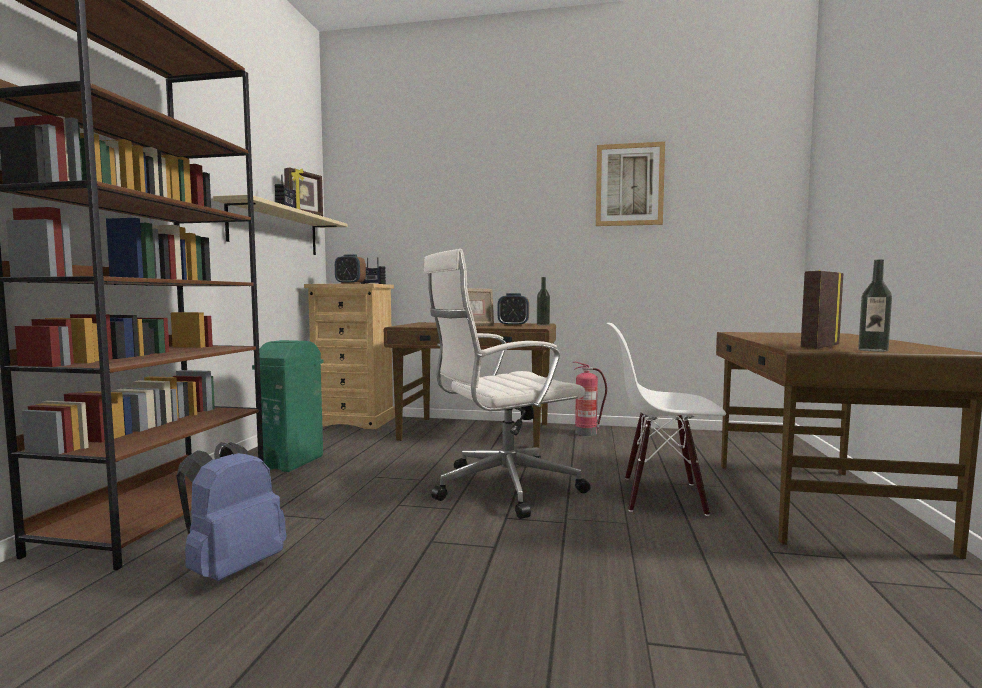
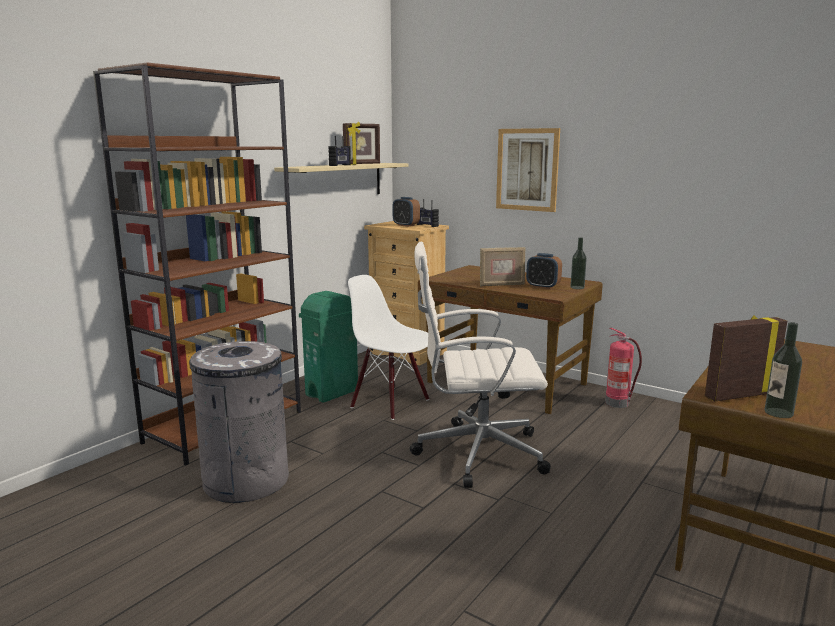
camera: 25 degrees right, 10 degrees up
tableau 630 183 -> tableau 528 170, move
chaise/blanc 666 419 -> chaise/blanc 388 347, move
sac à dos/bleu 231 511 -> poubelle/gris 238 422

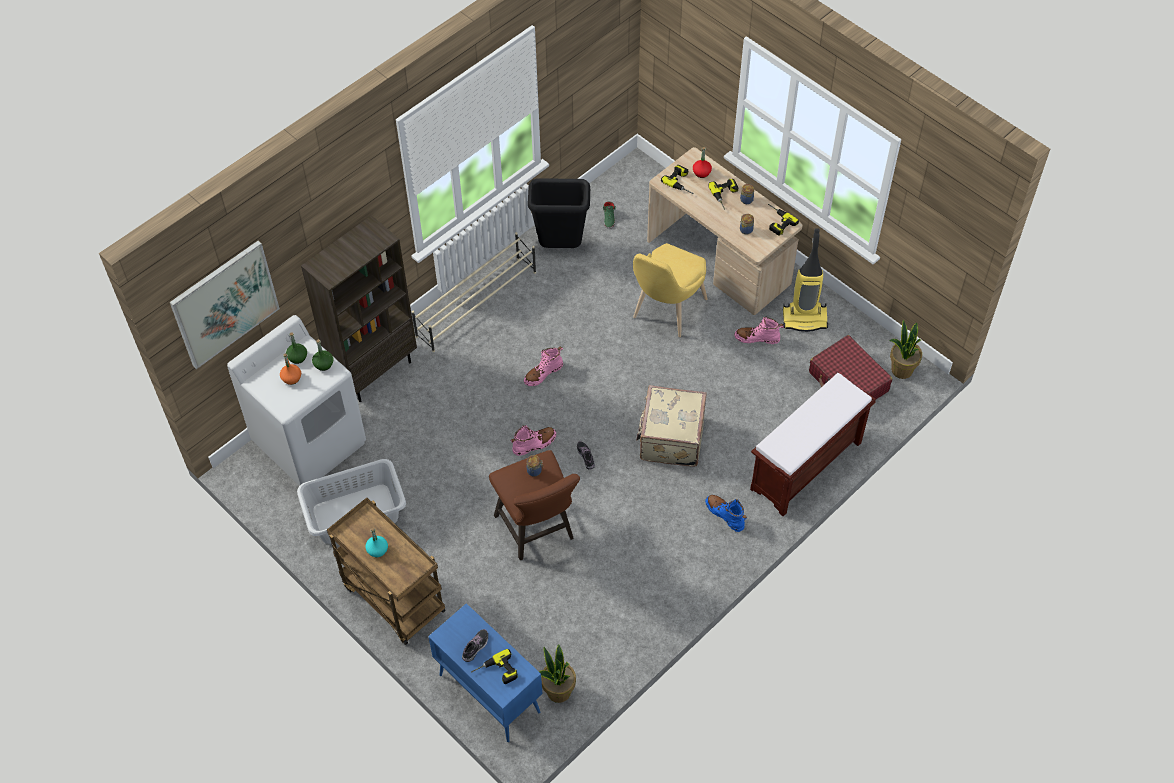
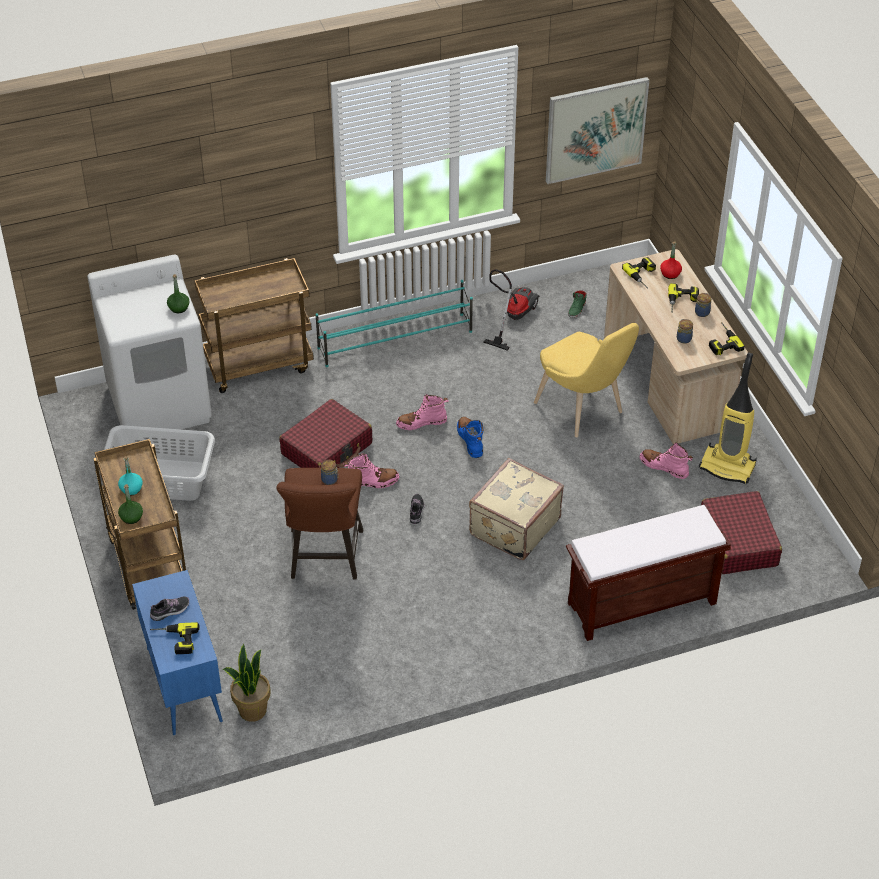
camera: 25 degrees right, 10 degrees down
poubelle/noir 559 213 -> aspirateur 511 310
bibliothèque/marron 359 308 -> chariot/marron 254 325
étagère à chaussures/beige 474 292 -> étagère à chaussures/turquoise 394 323
tableau 225 305 -> tableau 597 130, move
chaise/jaune 670 290 -> chaise/jaune 586 380, 90 degrees counterclockwise
plante en pot 905 349 -> none
bouteille/vert 296 348 -> bouteille/vert 130 504, move
bouteille/orange 290 369 -> none
botte/bleu 726 513 -> botte/bleu 470 437, move
none -> valise/rouge 325 433

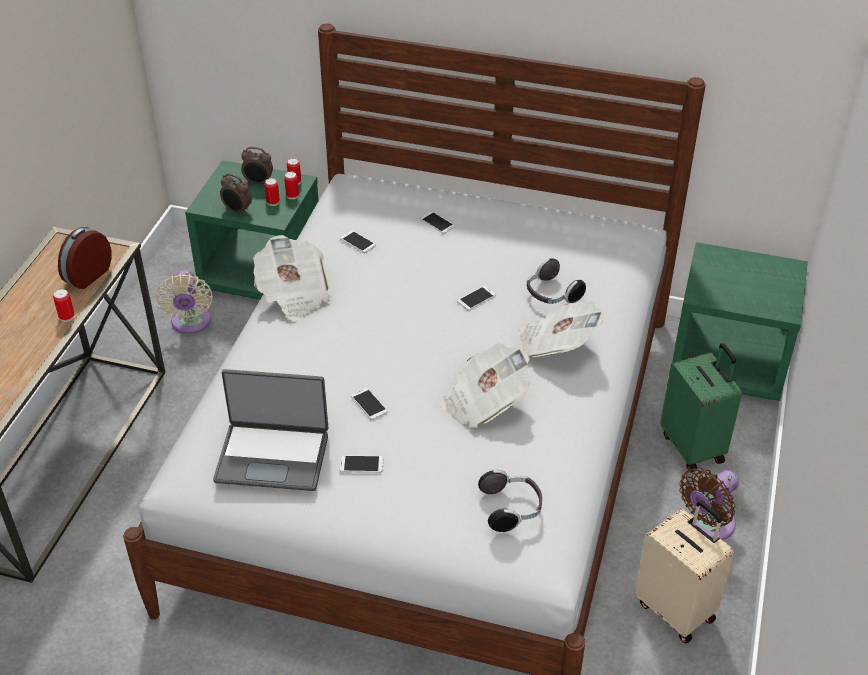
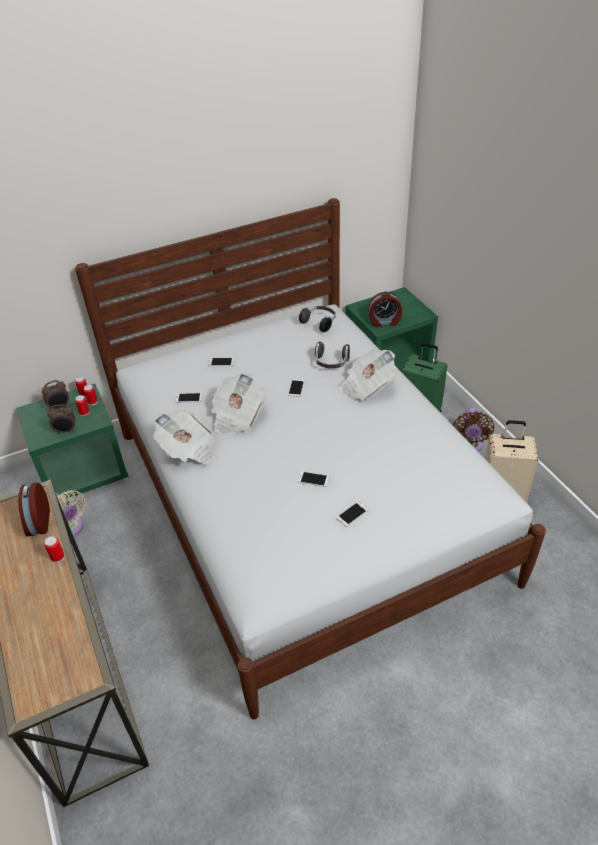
camera: 40 degrees left, 0 degrees up
journal 485 385 -> journal 238 403, move
ordinateur portable 270 430 -> none
casque audio 510 501 -> casque audio 317 319, move
none -> réveil 385 309

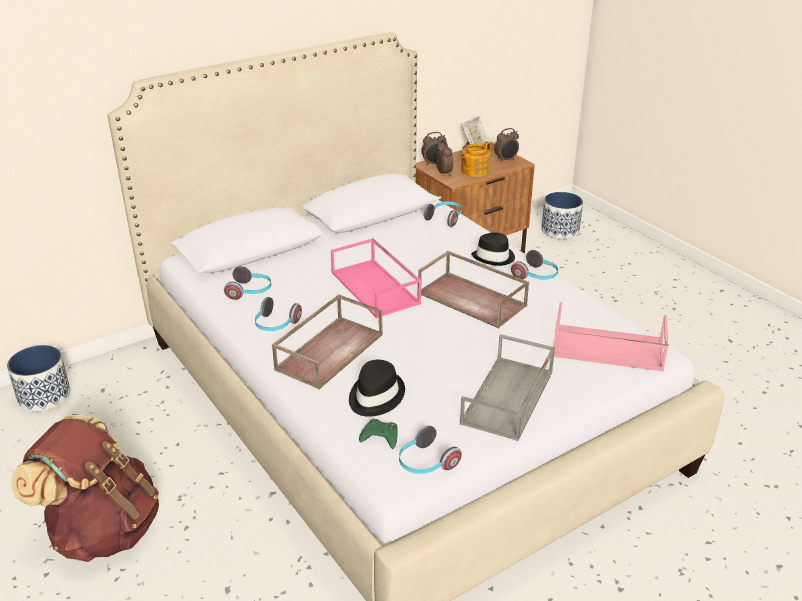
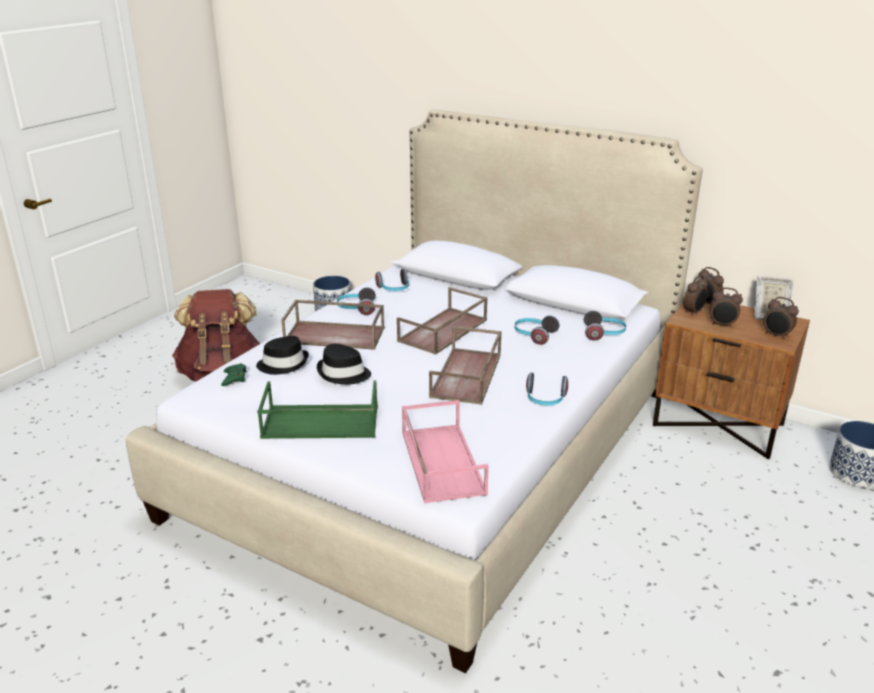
camera: 65 degrees right, 5 degrees down
théière 476 159 -> réveil 726 307
chapeau/noir 493 249 -> chapeau/noir 344 364, move
plateau/rose 376 278 -> plateau/marron 442 321
plateau/gris 507 387 -> plateau/vert 317 410
casque audio 430 450 -> casque audio 536 330, move

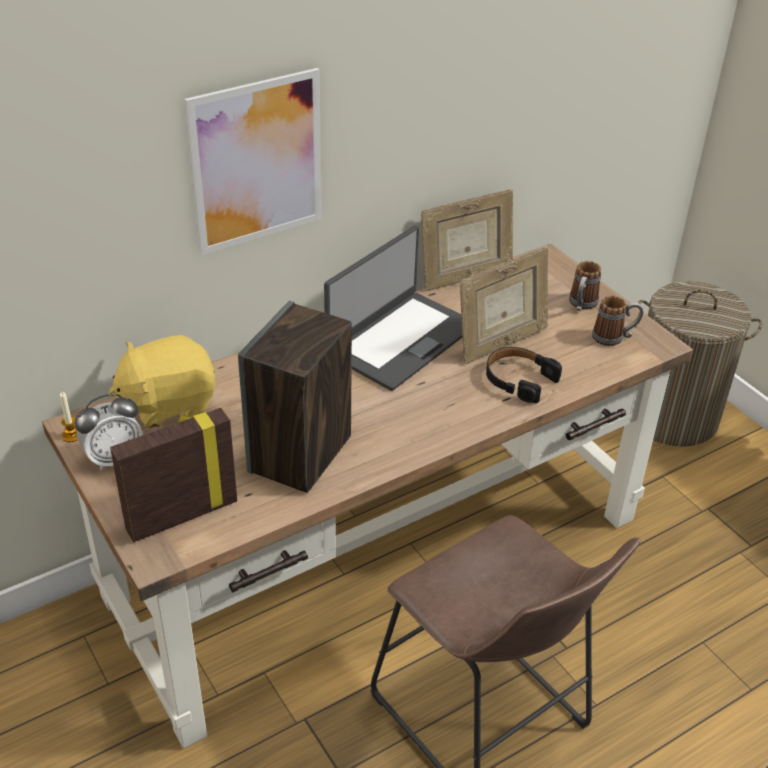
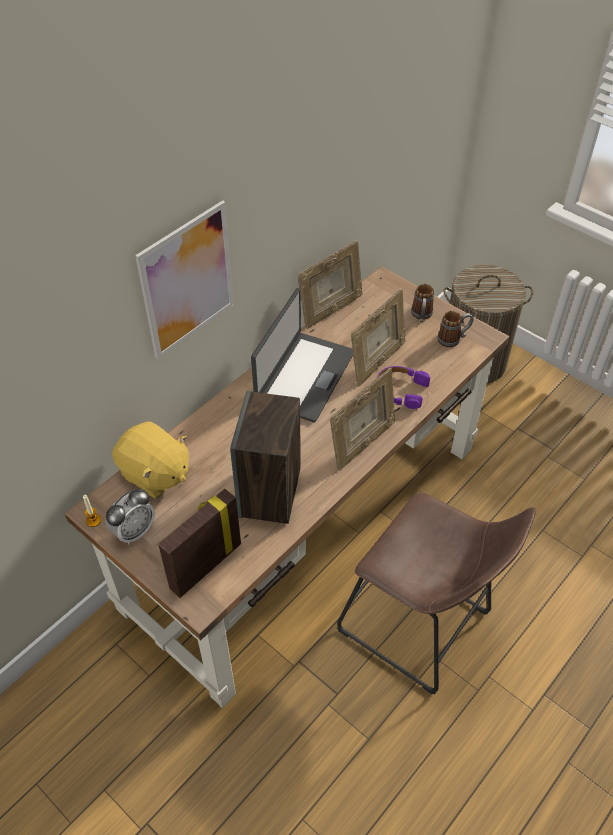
camera: 15 degrees left, 10 degrees up
peluche/jaune 162 382 -> peluche/jaune 150 459, 105 degrees counterclockwise
casque audio/noir 524 375 -> casque audio/violet 403 387
none -> cadre photo 362 419

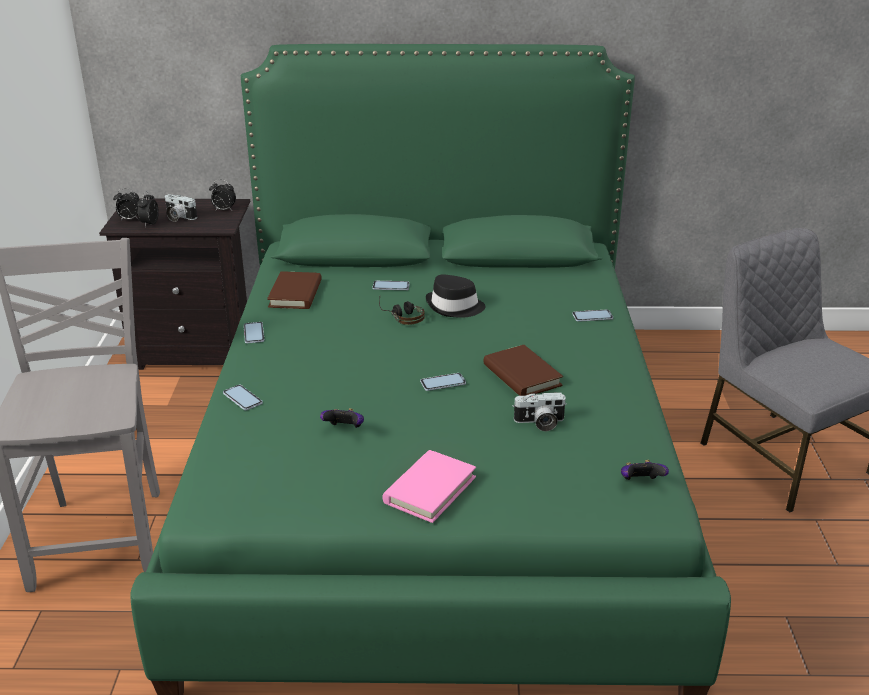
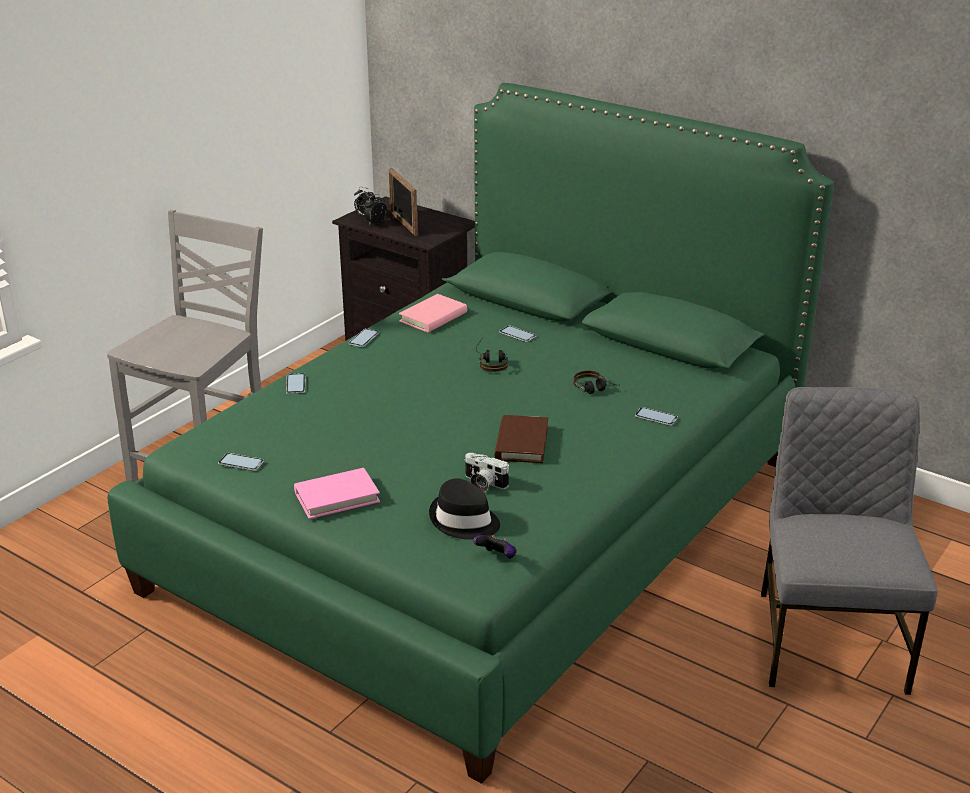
camera: 35 degrees right, 0 degrees up
réveil 222 195 -> none
appareil photo 181 208 -> cadre photo 403 202
livre/marron 294 290 -> livre/rose 433 313
chapeau/noir 455 296 -> chapeau/noir 464 509, move
téléphone 443 382 -> téléphone 241 462, move
manette 342 418 -> none
none -> casque audio 596 382

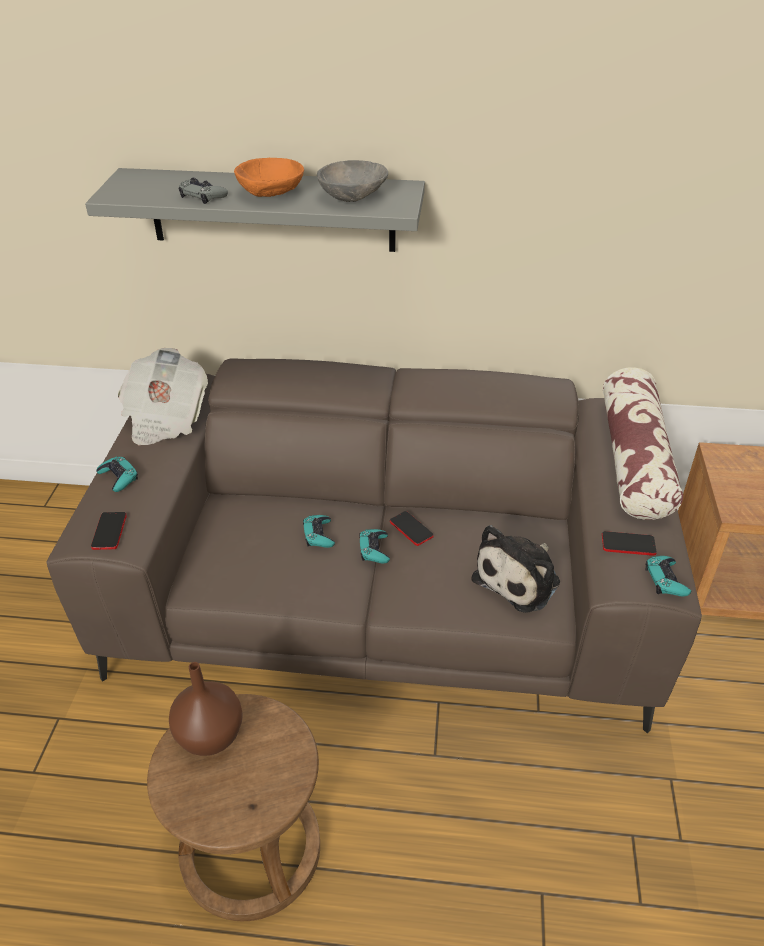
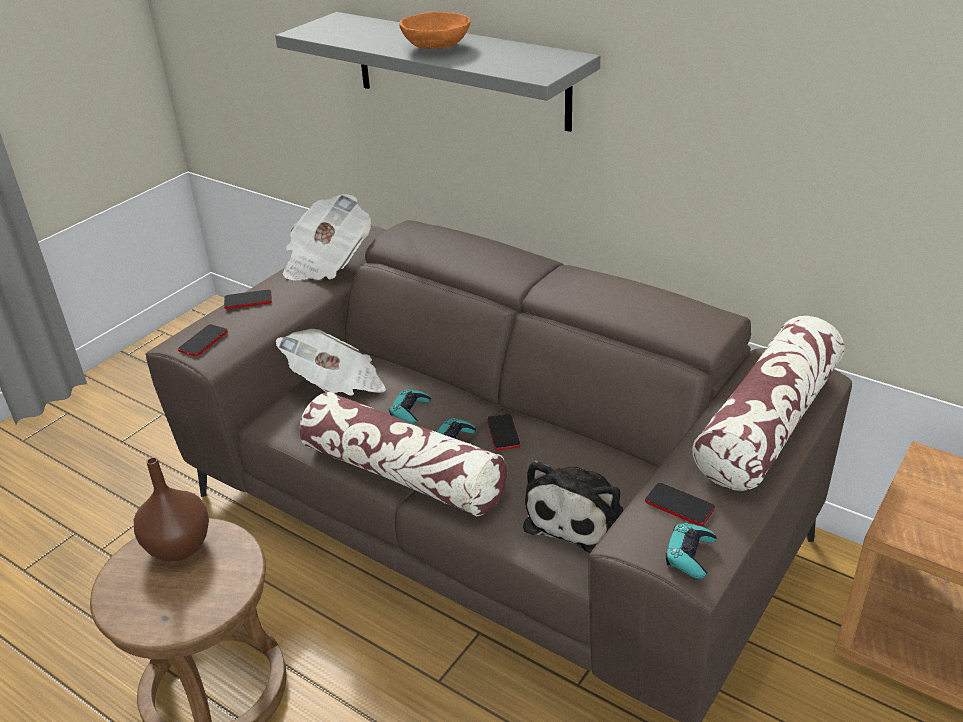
camera: 30 degrees right, 5 degrees down
bol/gris 352 181 -> none
manette/gris 203 190 -> none
manette/turquoise 117 474 -> téléphone 248 299
peluche 516 569 -> peluche 573 506, 45 degrees counterclockwise
none -> journal 331 362
none -> coussin 403 454

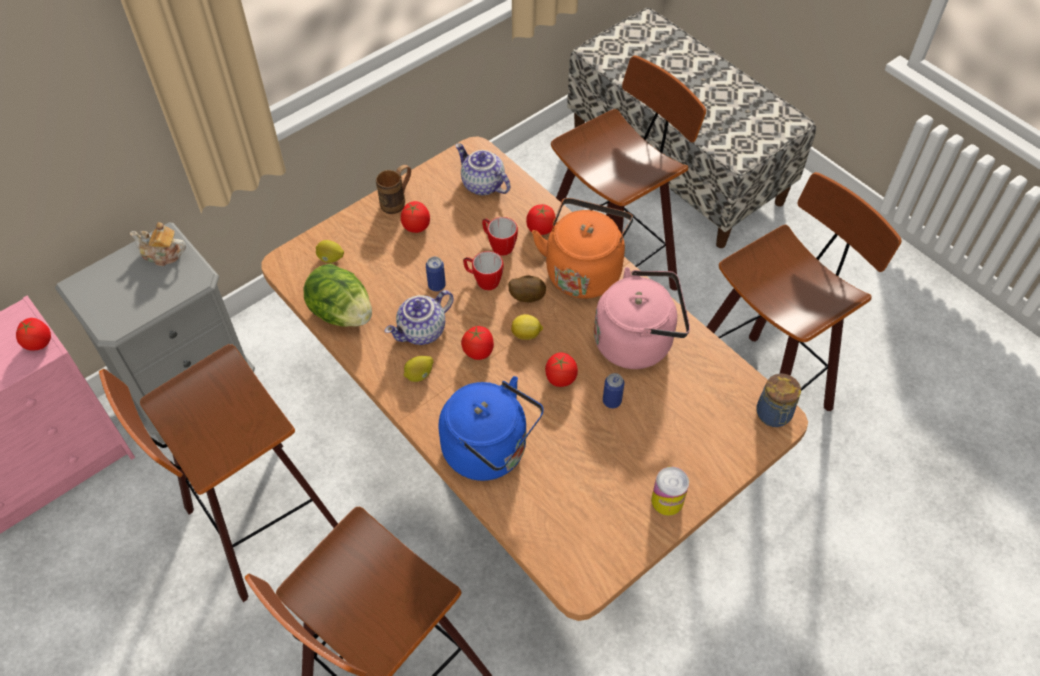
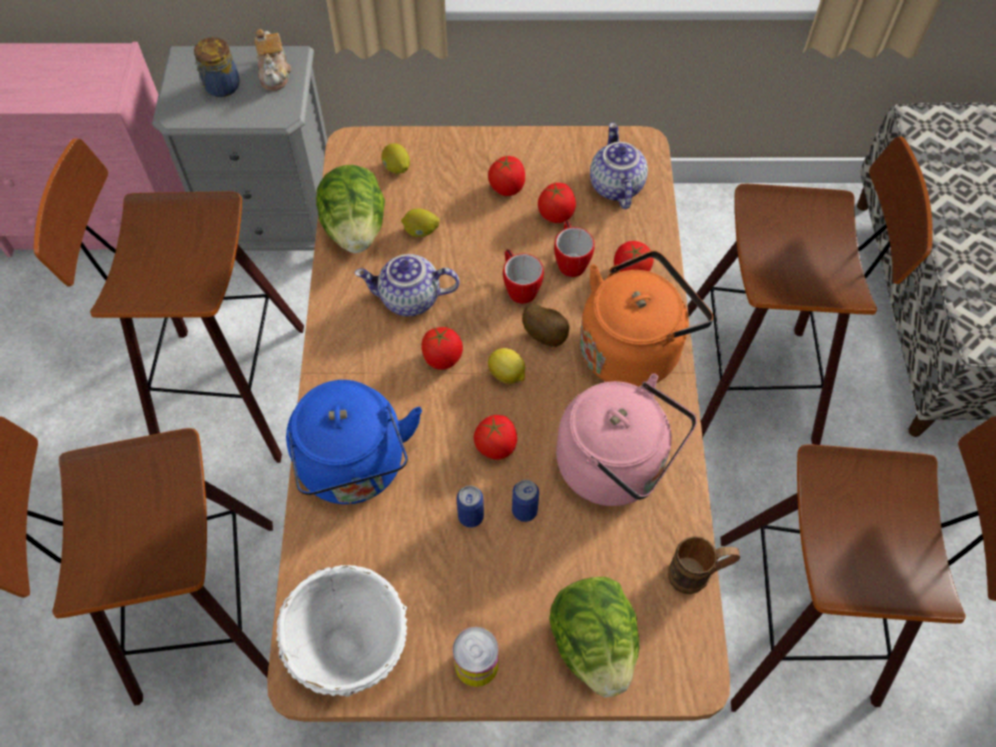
camera: 40 degrees right, 5 degrees up
mug/marron 393 189 -> mug/marron 704 565, move
théière 158 244 -> théière 272 60, 150 degrees counterclockwise
boîte métallique 436 274 -> boîte métallique 470 507, move
tomate 33 334 -> tomate 557 202, move
citron 418 369 -> citron 420 223, move
bocal 778 400 -> bocal 216 67, move
none -> bol/blanc 341 631
none -> laitue 594 637

